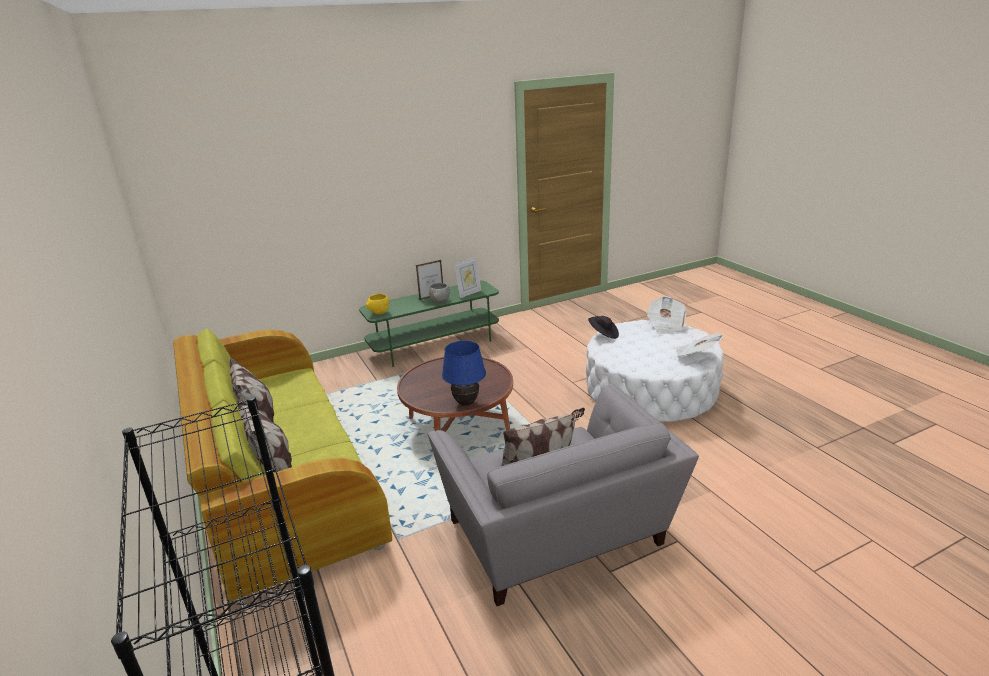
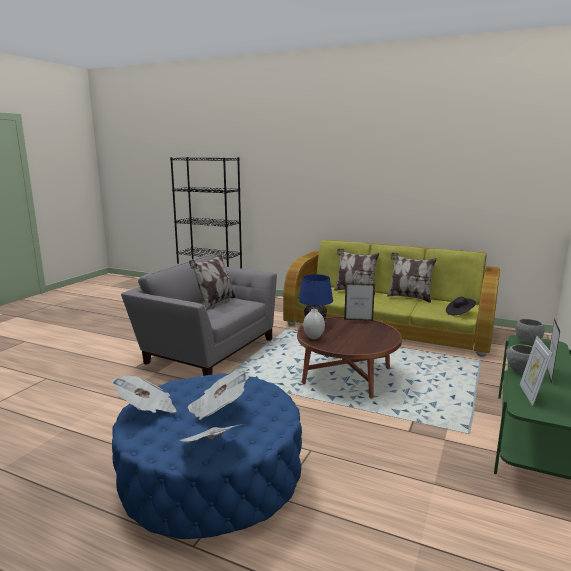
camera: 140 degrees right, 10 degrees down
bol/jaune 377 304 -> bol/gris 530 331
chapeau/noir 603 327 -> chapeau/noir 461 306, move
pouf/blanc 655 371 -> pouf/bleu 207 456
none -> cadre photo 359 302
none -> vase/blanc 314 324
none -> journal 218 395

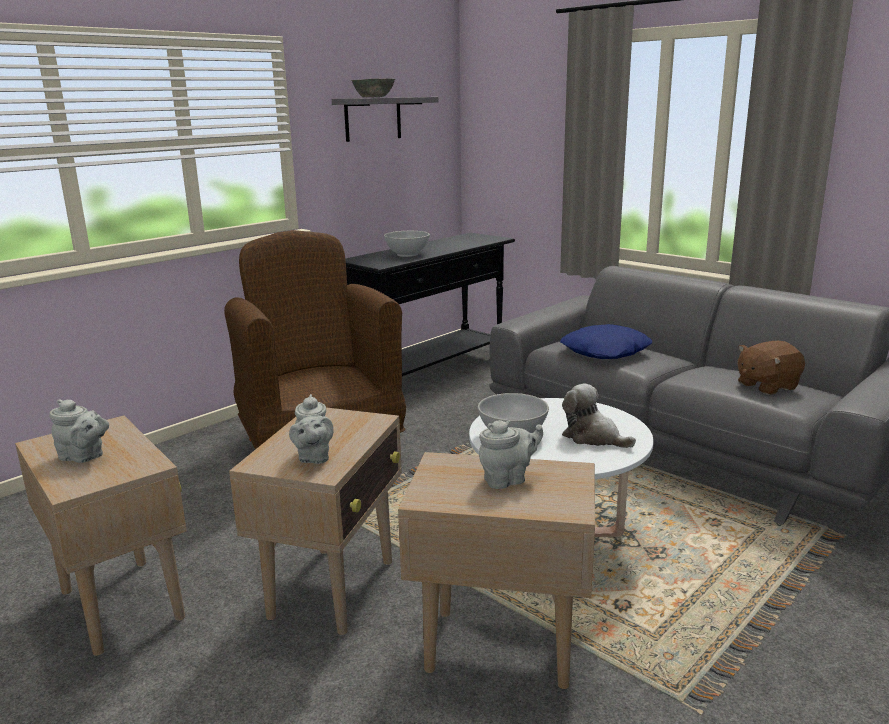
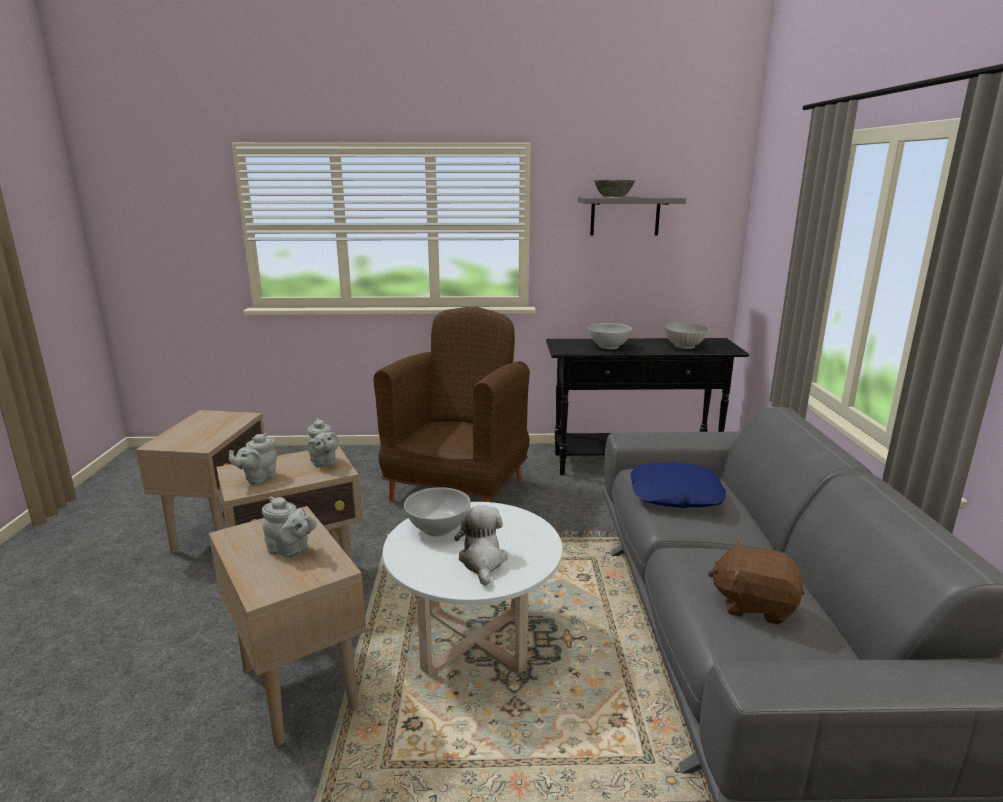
camera: 45 degrees right, 0 degrees up
théière/gris 79 431 -> théière/gris 323 442, move
none -> bol/blanc 686 336

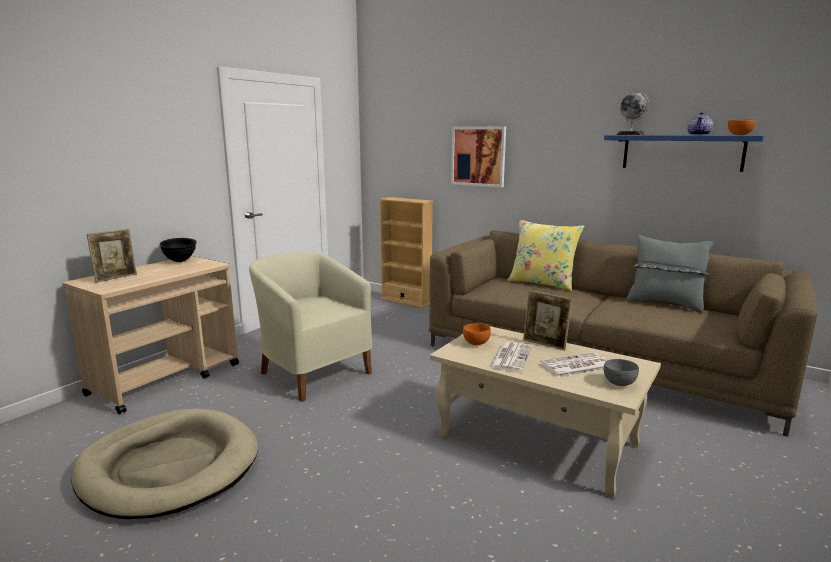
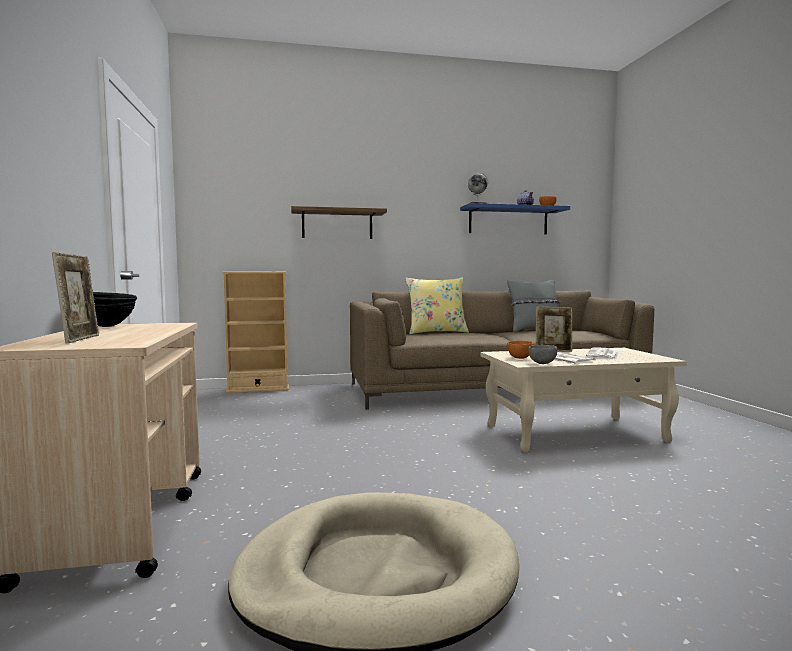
camera: 45 degrees left, 10 degrees down
tableau 478 157 -> étagère 339 222
fauteuil/beige 310 326 -> none
bol/gris 621 372 -> bol/gris 543 354, move

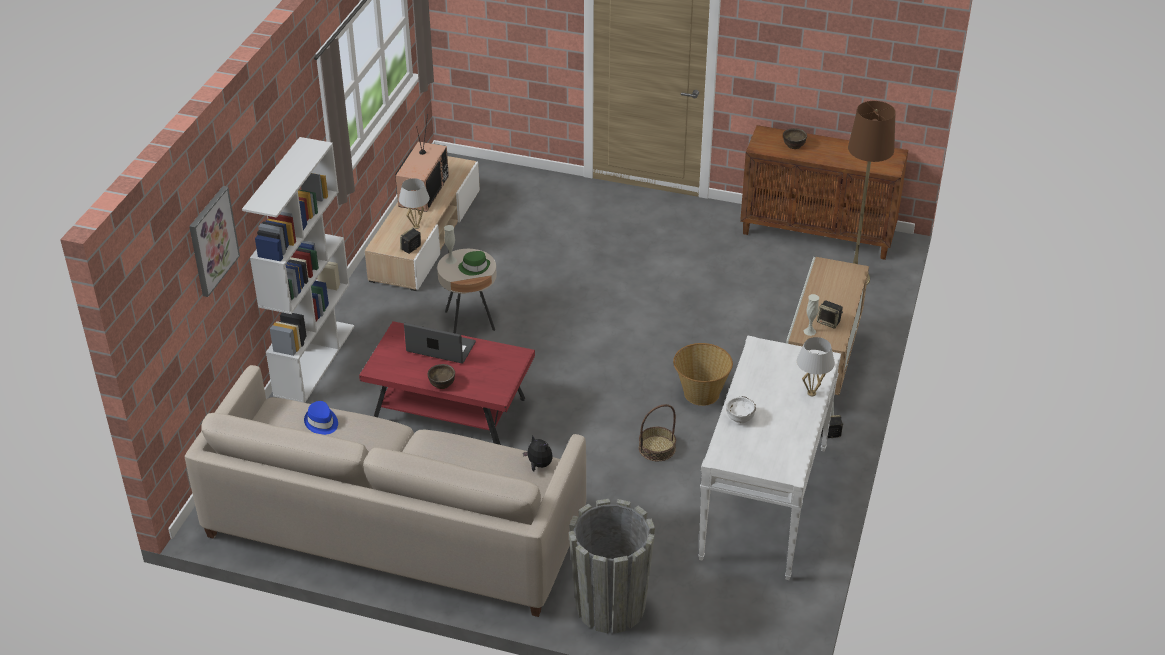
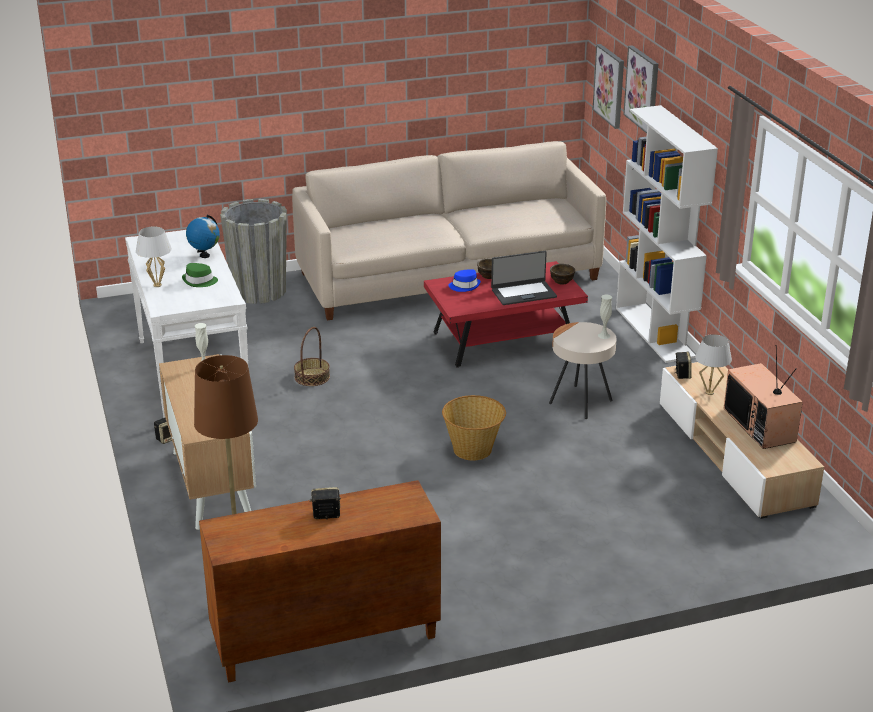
camera: 145 degrees right, 10 degrees down
bol/marron 795 138 -> bol/marron 562 274, move
chapeau/vert 474 263 -> chapeau/vert 200 275, move
enceinte 830 314 -> enceinte 325 503, move
panier 703 374 -> panier 474 428, move
bol/blanc 741 409 -> globe 203 236
chapeau/bleu 321 418 -> chapeau/bleu 465 280, move
peluche 537 453 -> none
none -> tableau 608 86

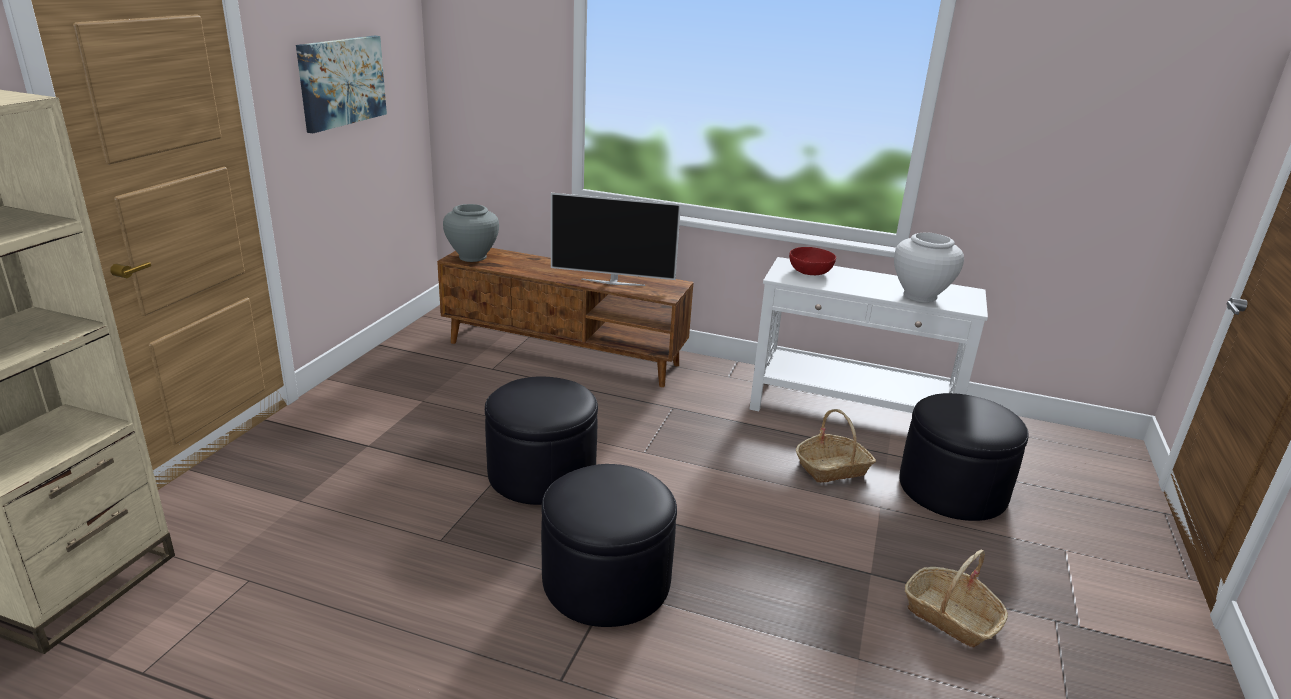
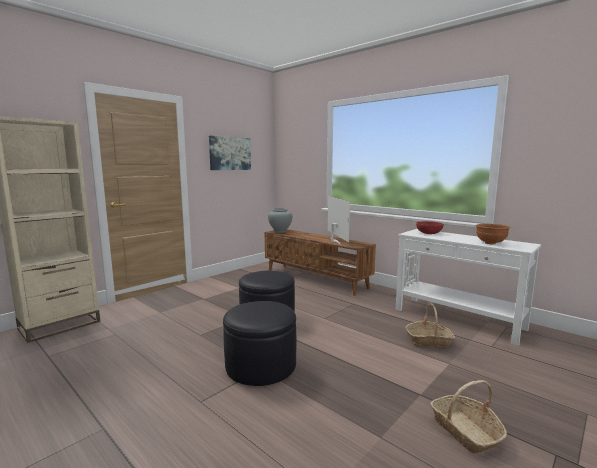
camera: 25 degrees right, 15 degrees down
téléviseur 616 239 -> téléviseur 339 220, 135 degrees counterclockwise
vase/blanc 929 267 -> bol/marron 493 234
pouf/noir 964 457 -> none

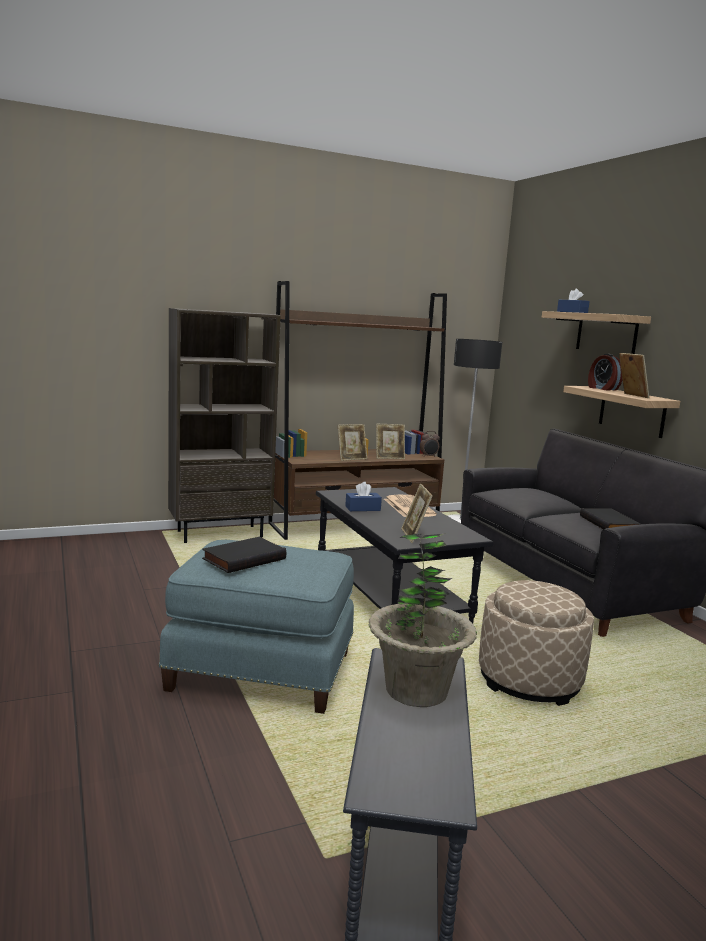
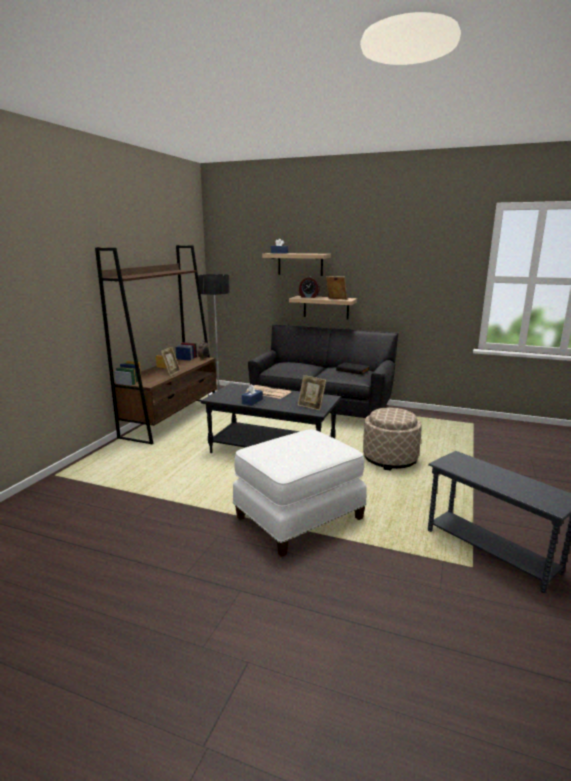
camera: 45 degrees left, 5 degrees up
bibliothèque/marron 224 425 -> none
cadre photo 390 441 -> none
plante en pot 423 620 -> none
livre/noir 244 555 -> none
pouf/bleu 256 627 -> pouf/blanc 300 493

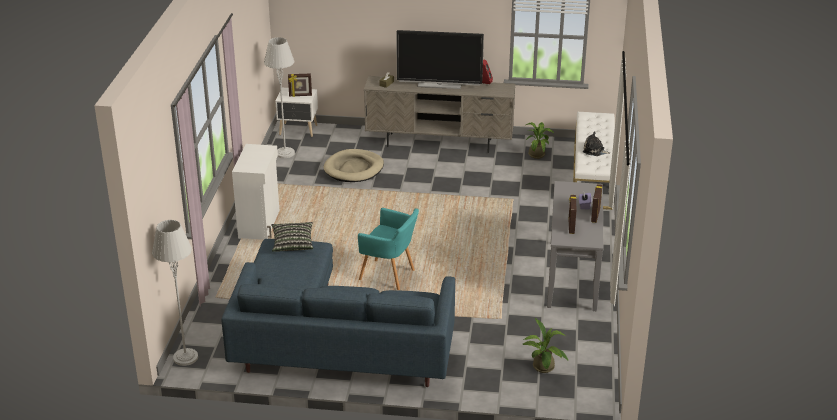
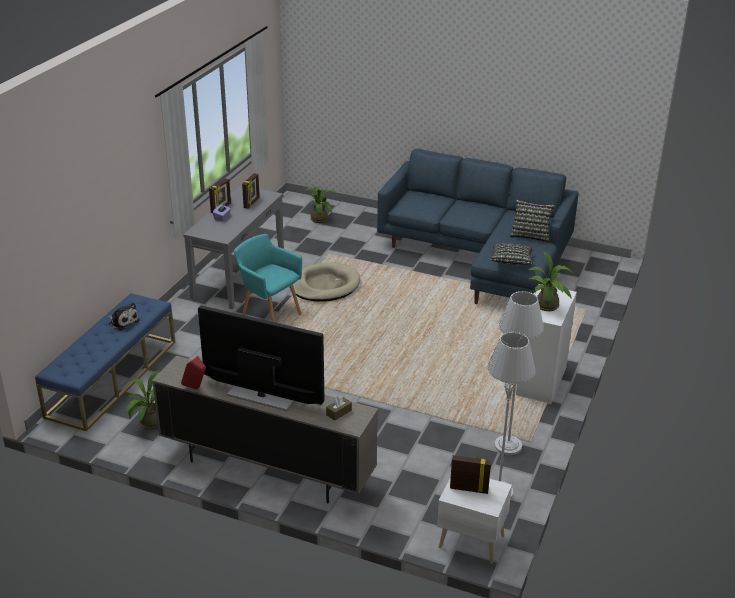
camera: 165 degrees left, 0 degrees up
banc/blanc 594 161 -> banc/bleu 105 362
panier pour chien/beige 353 165 -> panier pour chien/beige 326 282, move
fauteuil/turquoise 388 249 -> fauteuil/turquoise 268 278, move
lampadaire/gris 175 293 -> lampadaire/gris 519 373, move
none -> coussin 532 221
none -> plante en pot 549 281

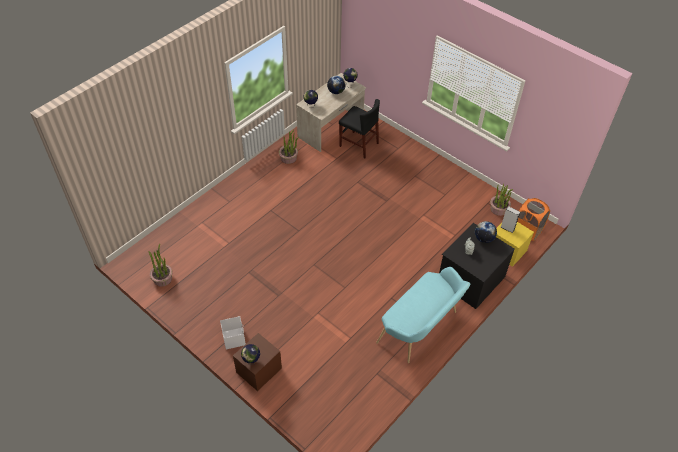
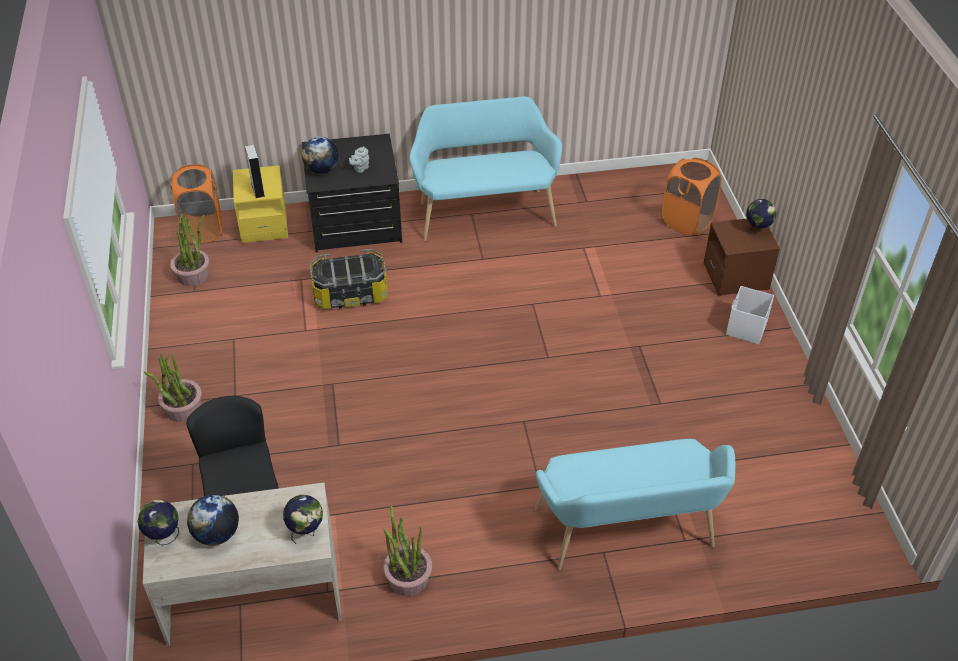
camera: 140 degrees left, 5 degrees down
plante en pot 161 265 -> plante en pot 173 387, move
none -> panier à linge/orange 692 197
none -> boîte de rangement 349 279
none -> banc/turquoise 635 504

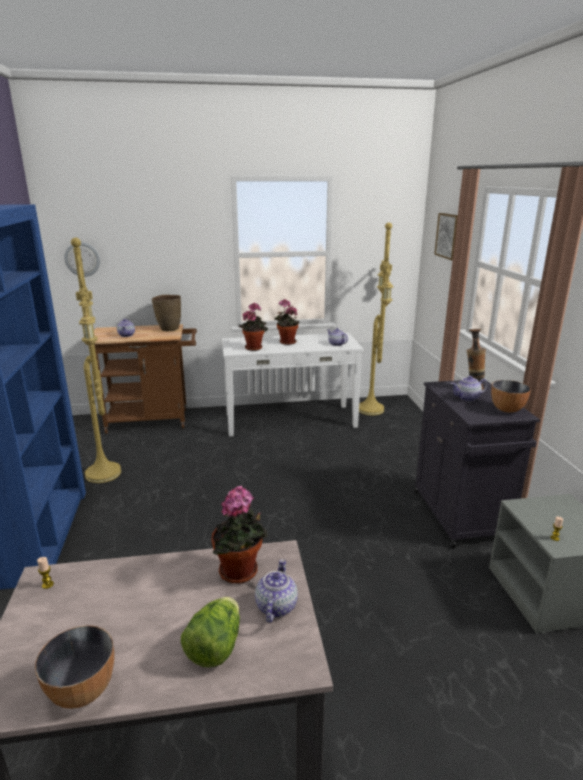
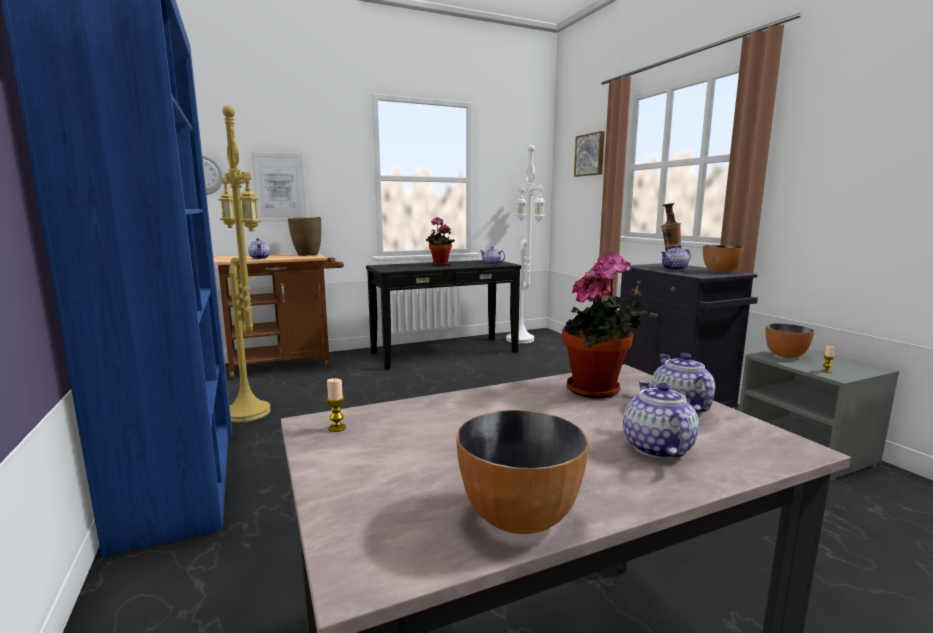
camera: 15 degrees left, 10 degrees down
lampadaire/jaune 376 319 -> lampadaire/blanc 526 244
plante en pot 253 327 -> none
table console/blanc 292 384 -> table console/noir 443 315
laitue 210 632 -> théière 661 420
none -> tableau 279 187
none -> bol 790 341

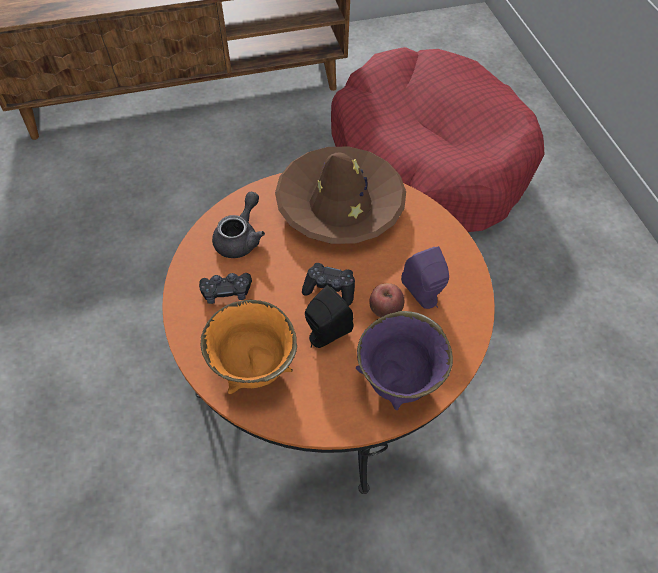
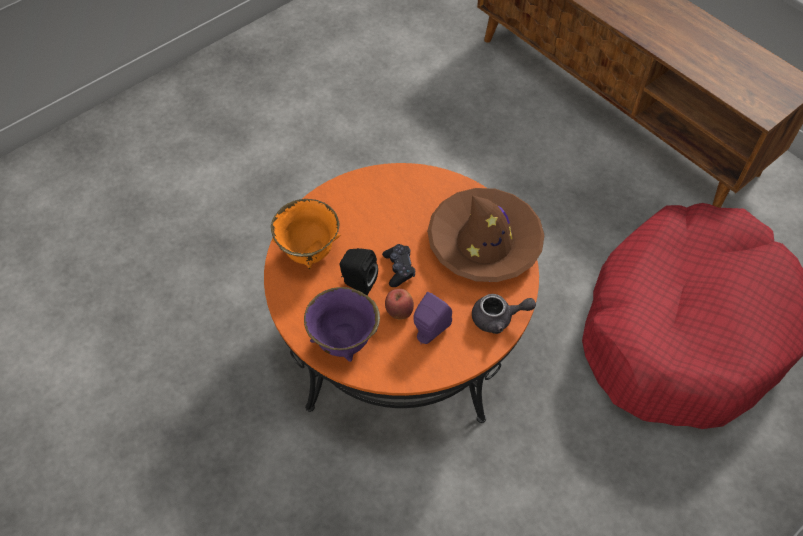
camera: 65 degrees right, 0 degrees up
théière/gris 238 225 -> théière/gris 504 314, move
manette/noir 225 288 -> none

